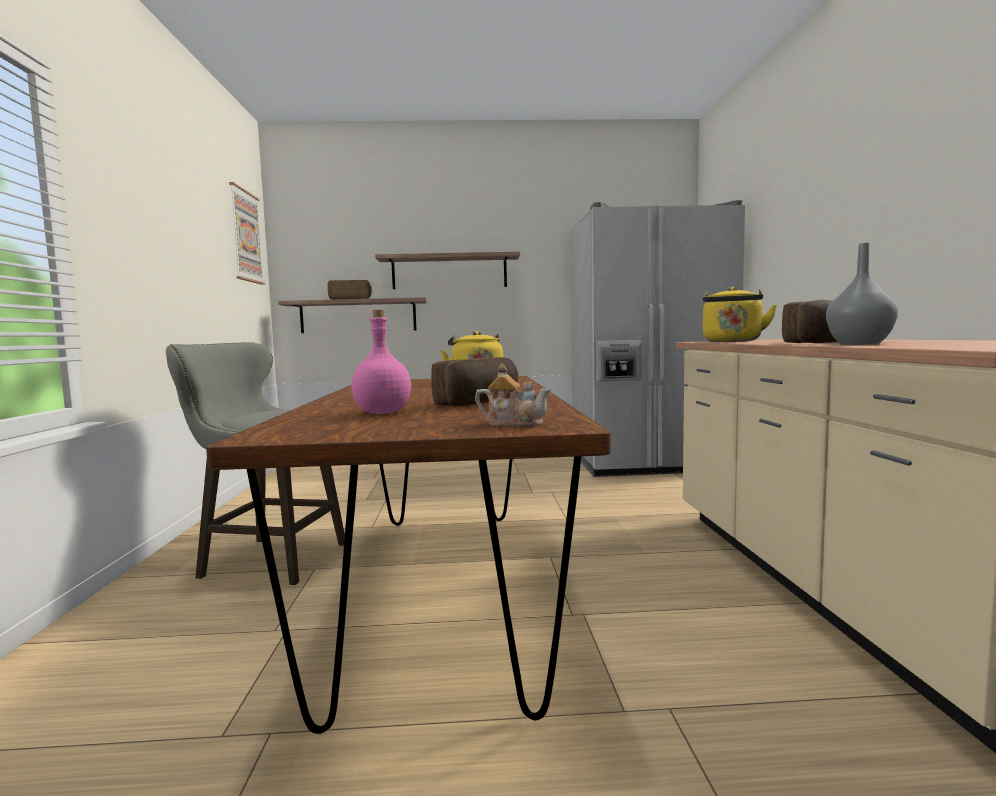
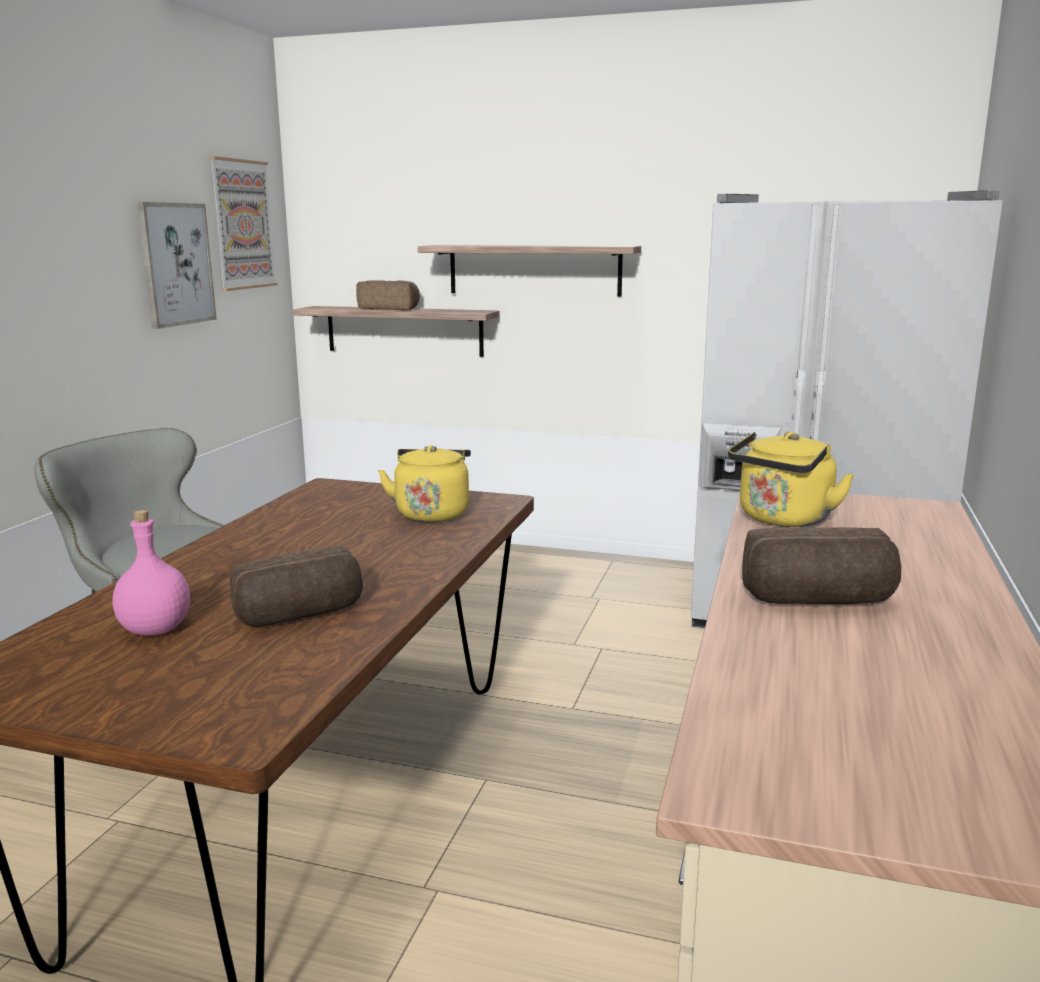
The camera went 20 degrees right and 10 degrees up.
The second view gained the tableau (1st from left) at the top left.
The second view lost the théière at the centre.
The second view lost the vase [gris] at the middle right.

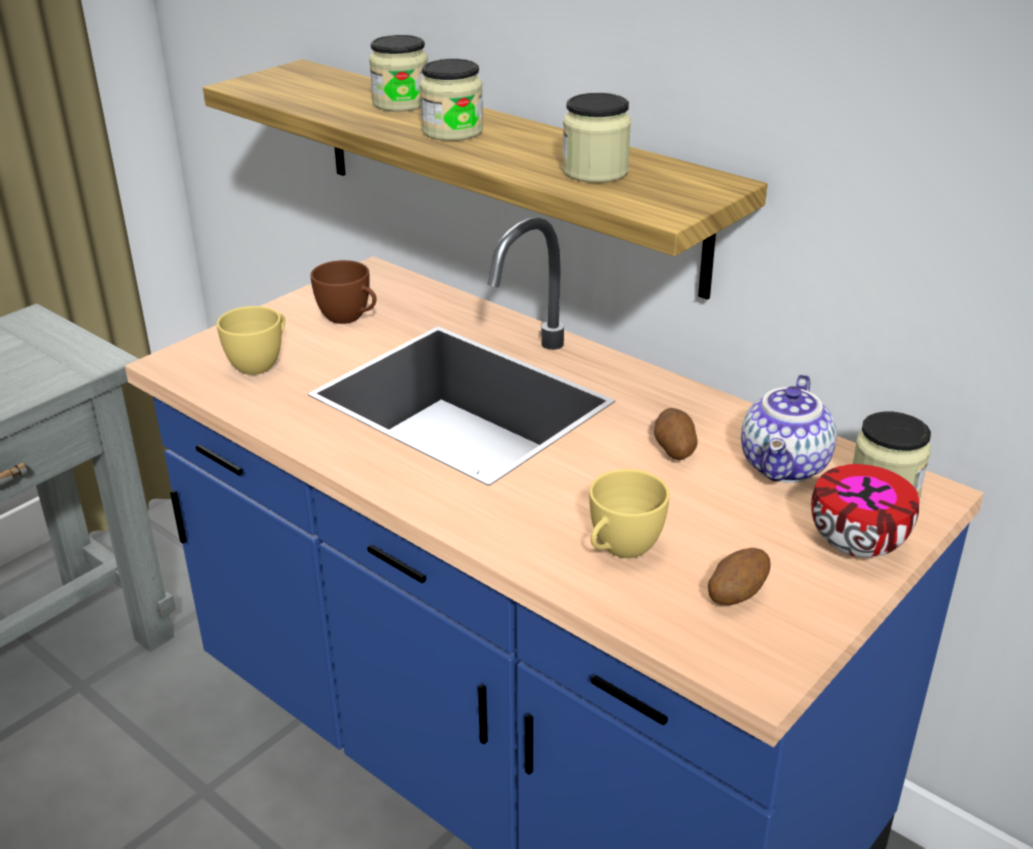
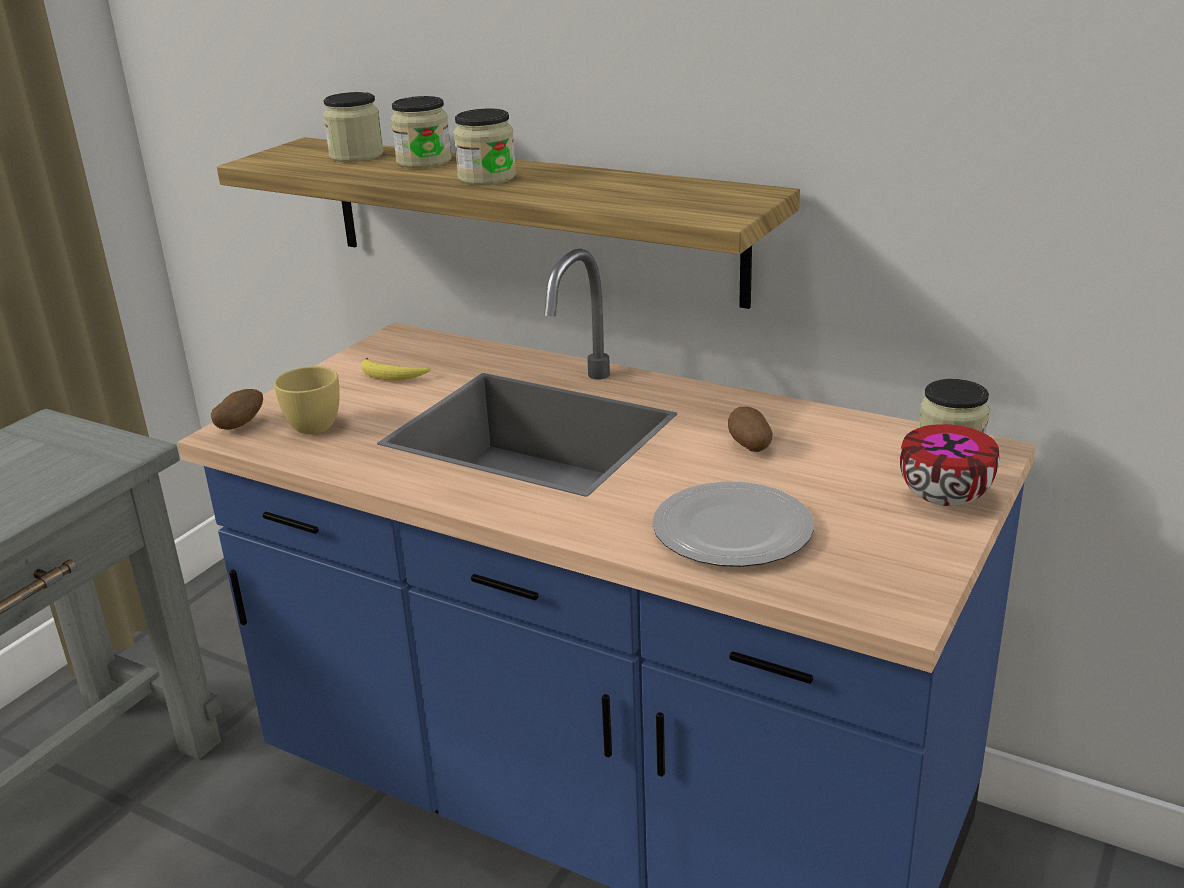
The camera went 10 degrees left and 5 degrees down.
The pomme de terre (2nd from left in the first image) ended up elsewhere, having gone from the bottom right to the middle left.
The bocal (3rd from left in the first image) ended up elsewhere, having gone from the top centre to the top left.
Where the tasse [marron] stood at the middle left, the banane came to stand at the centre.
Where the tasse [jaune] (2nd from left) stood at the centre, the assiette came to stand at the centre.
The second view lost the théière at the middle right.

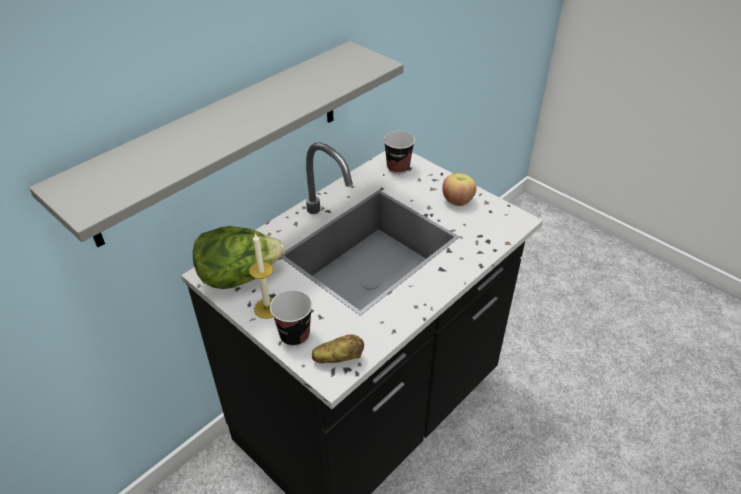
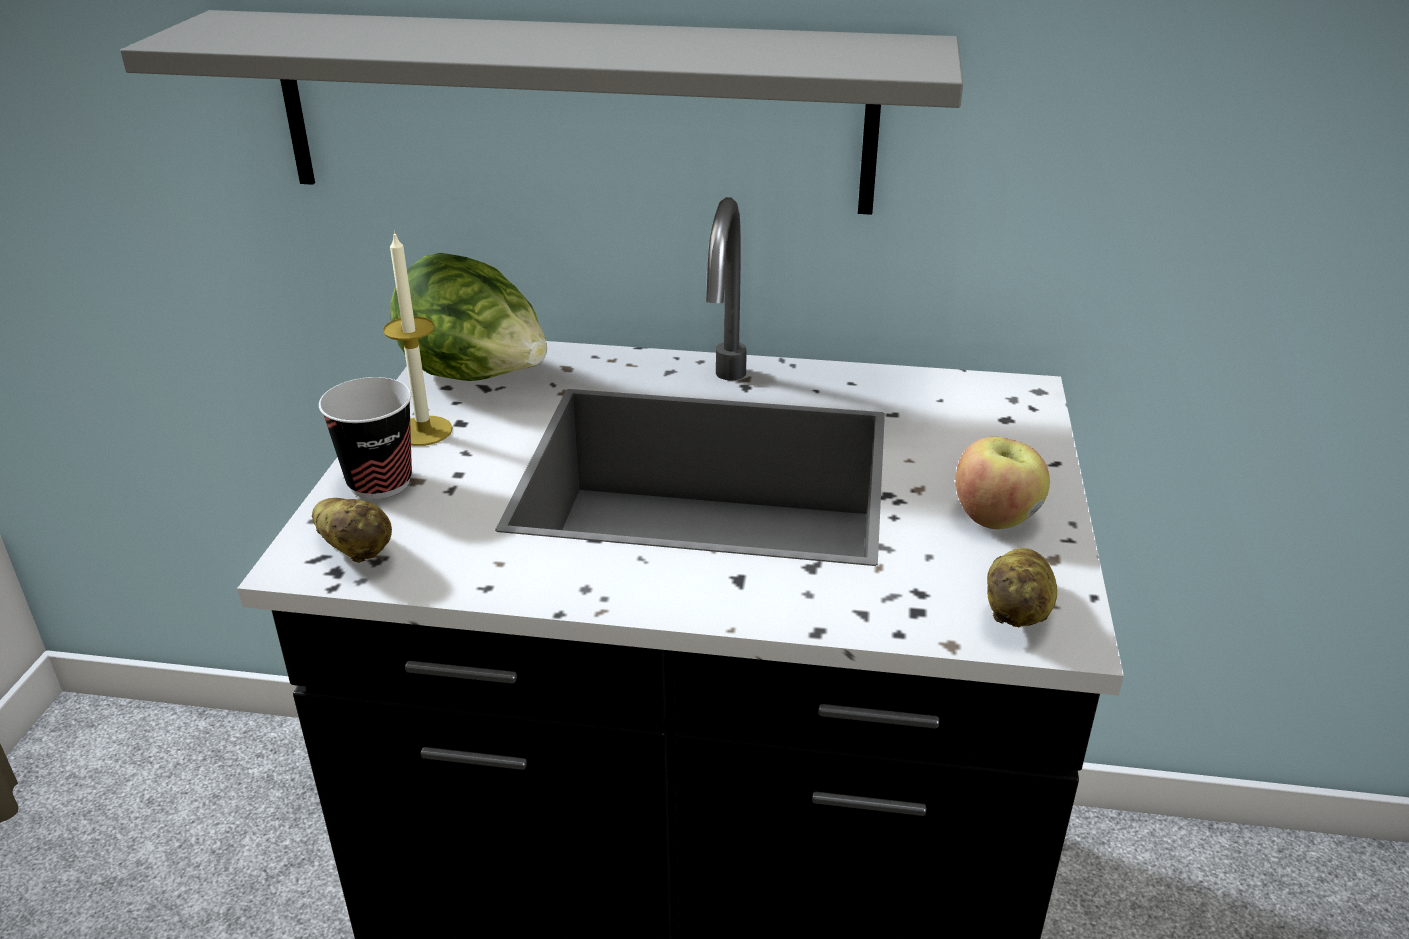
The camera went 55 degrees right and 10 degrees down.
The second view gained the pomme de terre (2nd from left) at the middle right.
The second view lost the tasse (2nd from left) at the top centre.

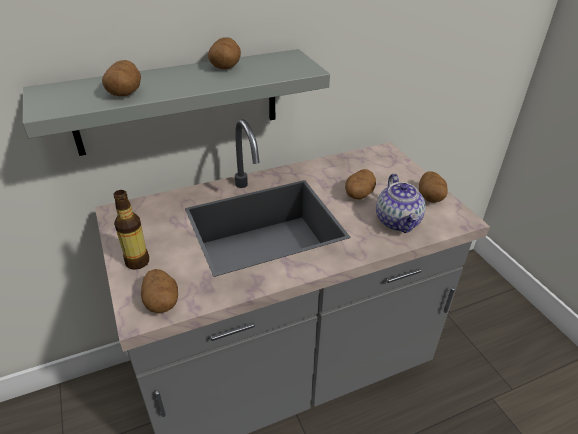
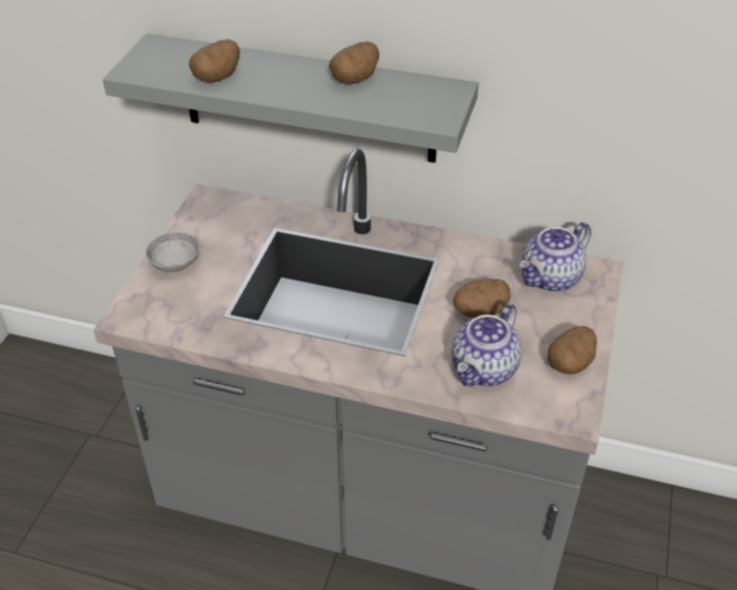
The camera went 40 degrees right and 5 degrees up.
Where the bouteille stood at the middle left, the bol [gris] came to stand at the middle left.
The second view gained the théière (2nd from left) at the middle right.
The second view lost the pomme de terre (2nd from left) at the bottom left.

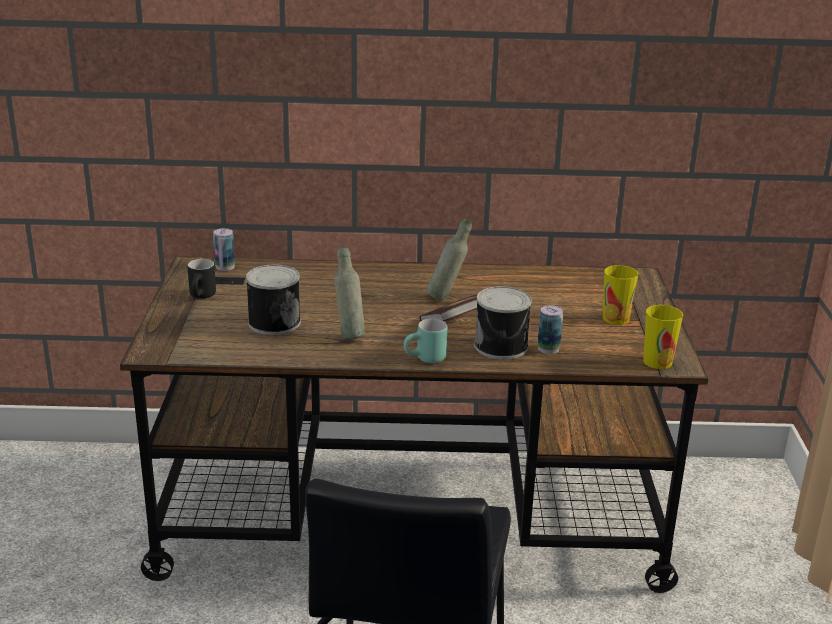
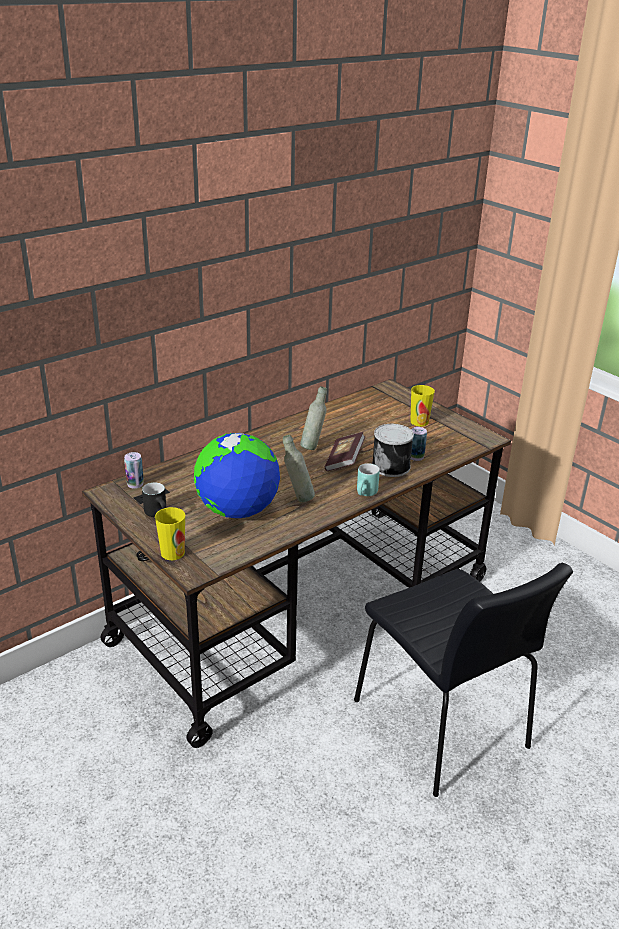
The camera went 40 degrees left and 5 degrees up.
The tasse (2nd from left in the first image) ended up elsewhere, having gone from the middle right to the middle left.
Where the boîte métallique (2nd from left) stood at the middle left, the globe came to stand at the centre.

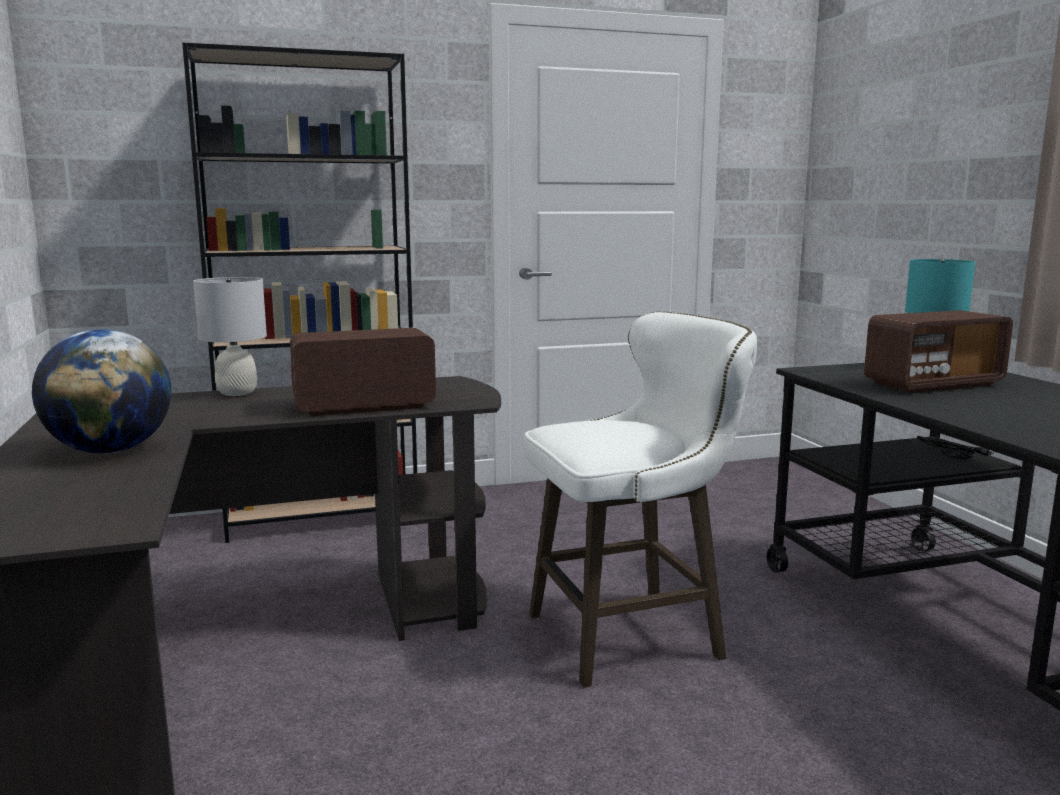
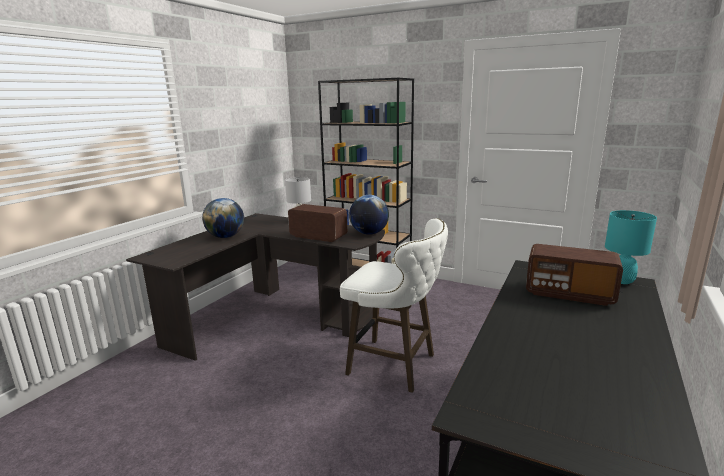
The camera went 45 degrees right and 5 degrees up.
The second view gained the globe (2nd from left) at the centre.

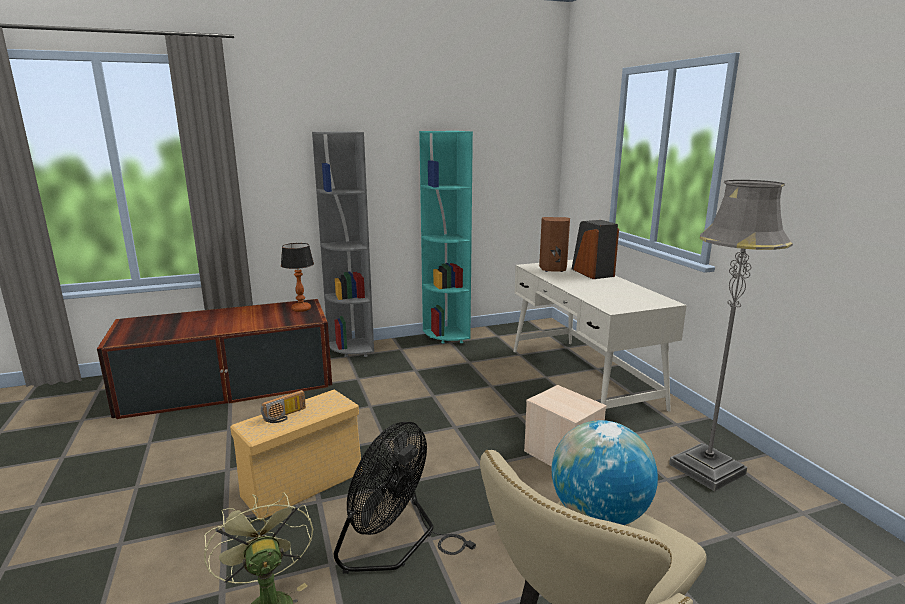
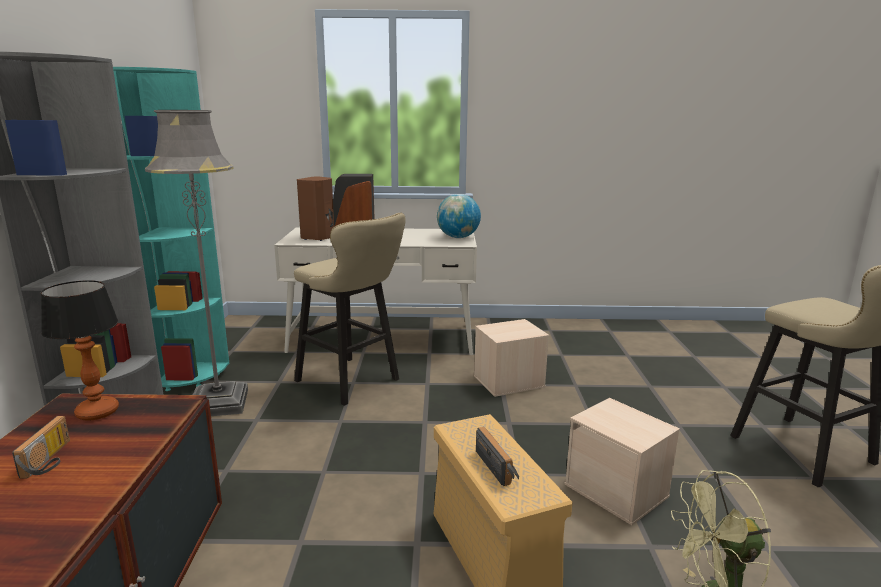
The camera went 70 degrees left and 0 degrees up.
The second view gained the radio (1st from left) at the bottom left.
The lampadaire [gris] ended up elsewhere, having gone from the middle right to the middle left.
The second view gained the tabouret [beige] (1st from left) at the centre.
The globe ended up elsewhere, having gone from the bottom right to the centre.
Where the ventilateur [noir] stood at the bottom centre, the boîte de rangement [beige] (3rd from left) came to stand at the bottom right.

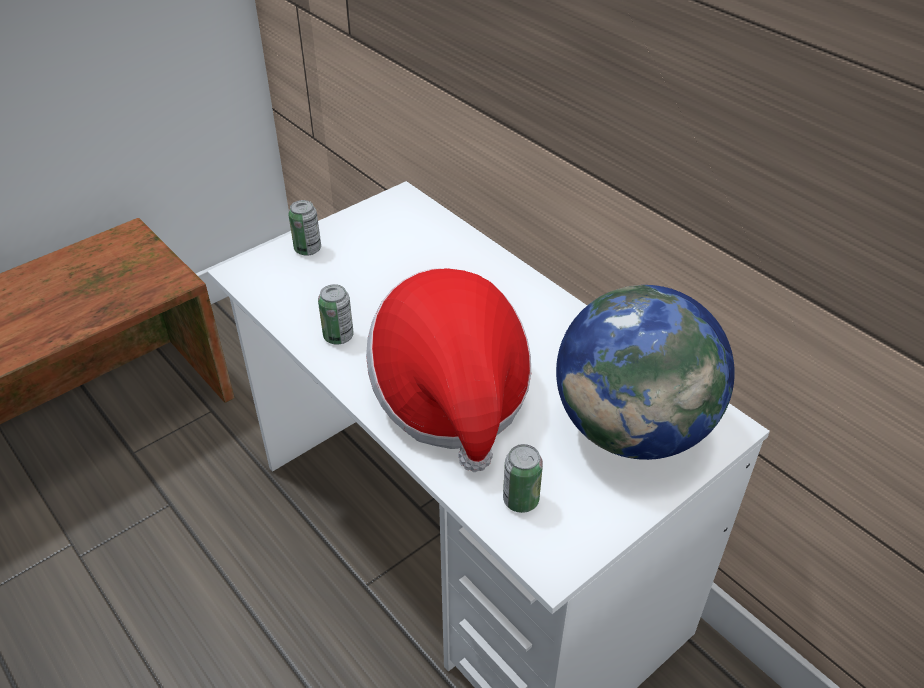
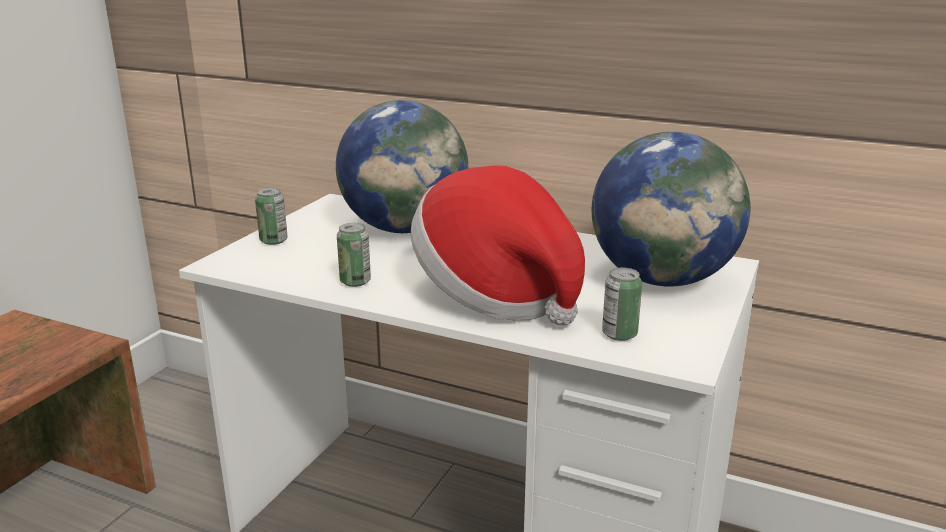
The camera went 25 degrees left and 20 degrees down.
The second view gained the globe (1st from left) at the top centre.

